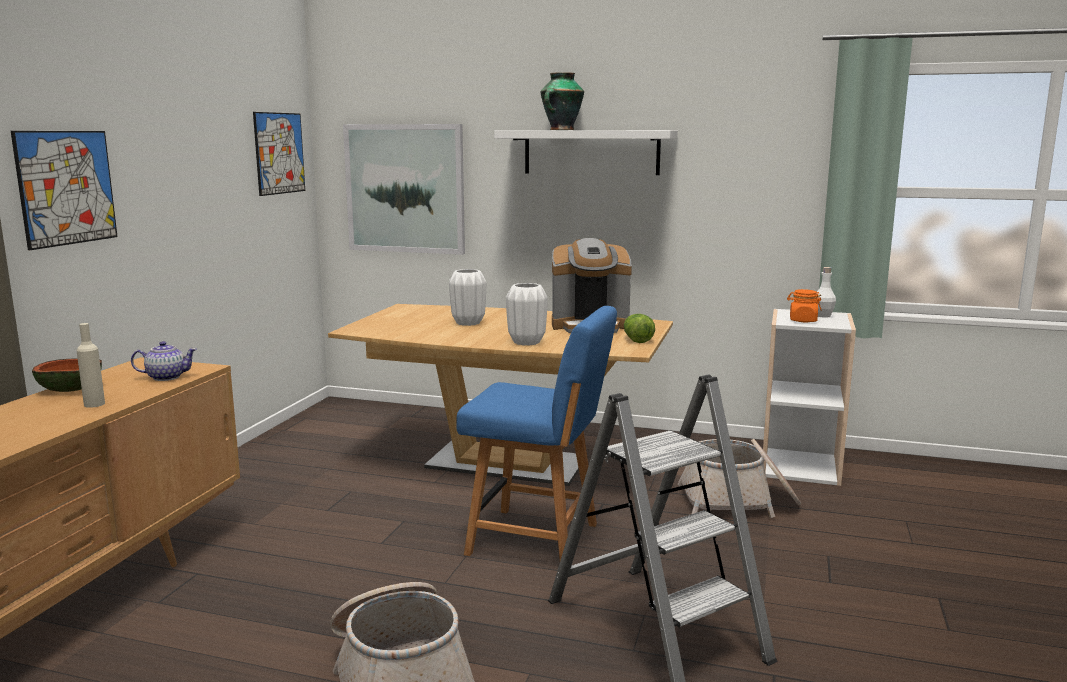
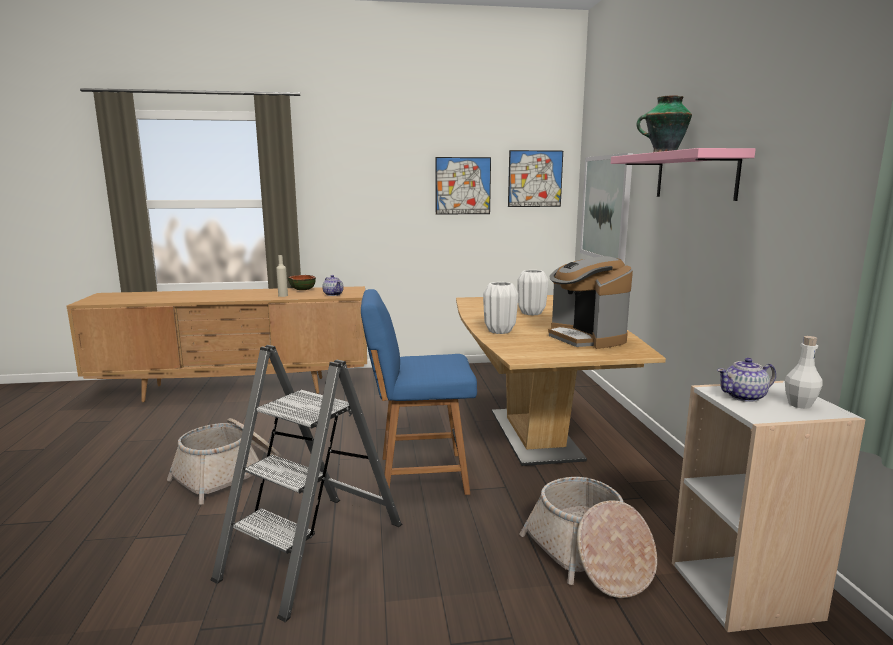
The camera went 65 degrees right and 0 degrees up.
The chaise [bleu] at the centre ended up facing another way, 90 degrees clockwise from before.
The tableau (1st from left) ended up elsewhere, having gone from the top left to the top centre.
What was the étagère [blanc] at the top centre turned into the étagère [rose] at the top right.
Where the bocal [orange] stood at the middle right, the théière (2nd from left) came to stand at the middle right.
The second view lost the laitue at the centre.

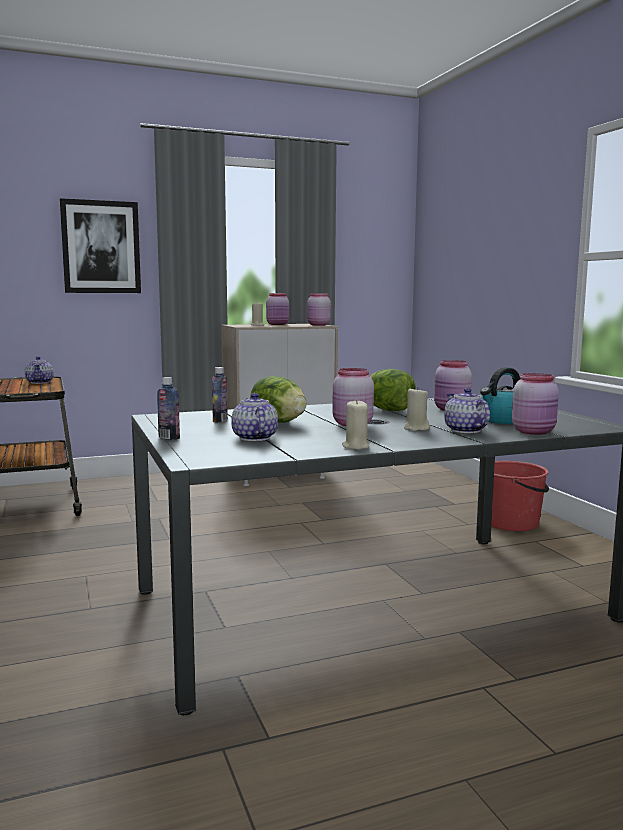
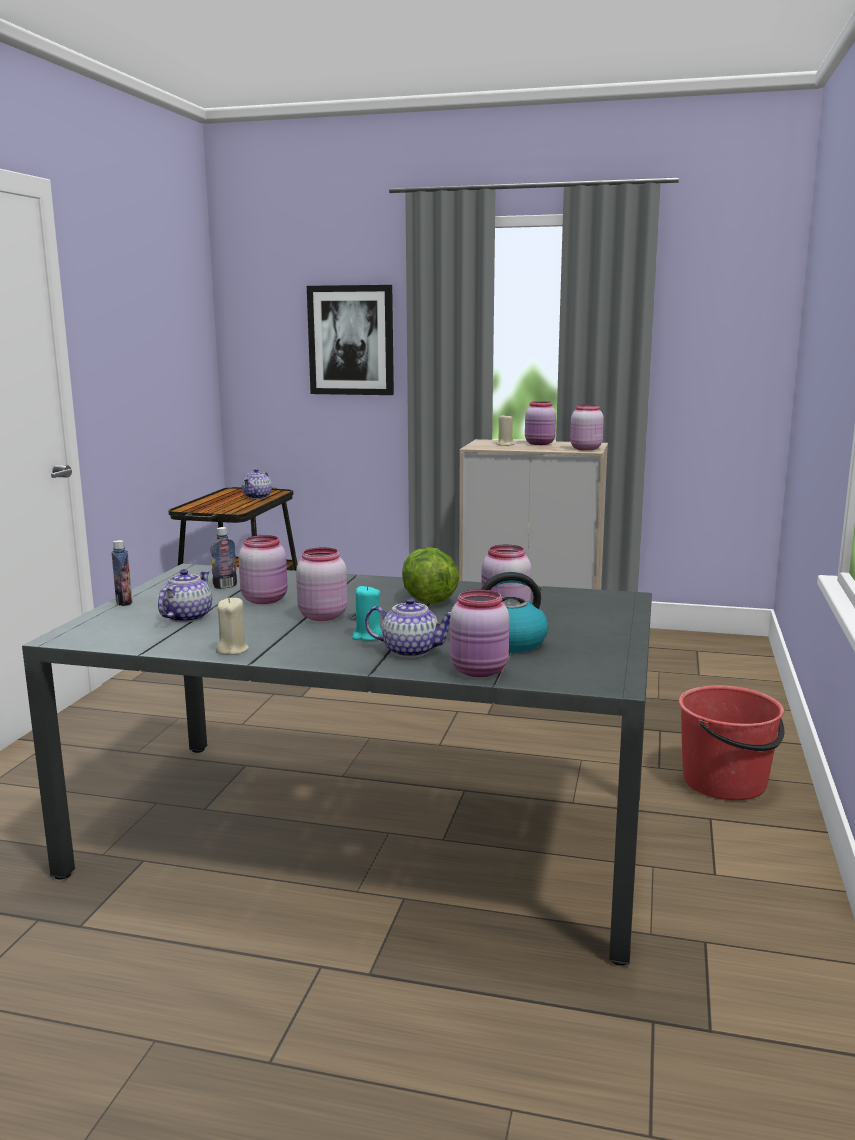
The camera went 35 degrees right and 5 degrees up.
Where the laitue (1st from left) stood at the centre, the bocal [rose] (1st from left) came to stand at the middle left.
What was the bougie [beige] (3rd from left) at the middle right turned into the bougie [turquoise] at the centre.
The théière (3rd from left) at the middle right ended up facing another way, 90 degrees clockwise from before.

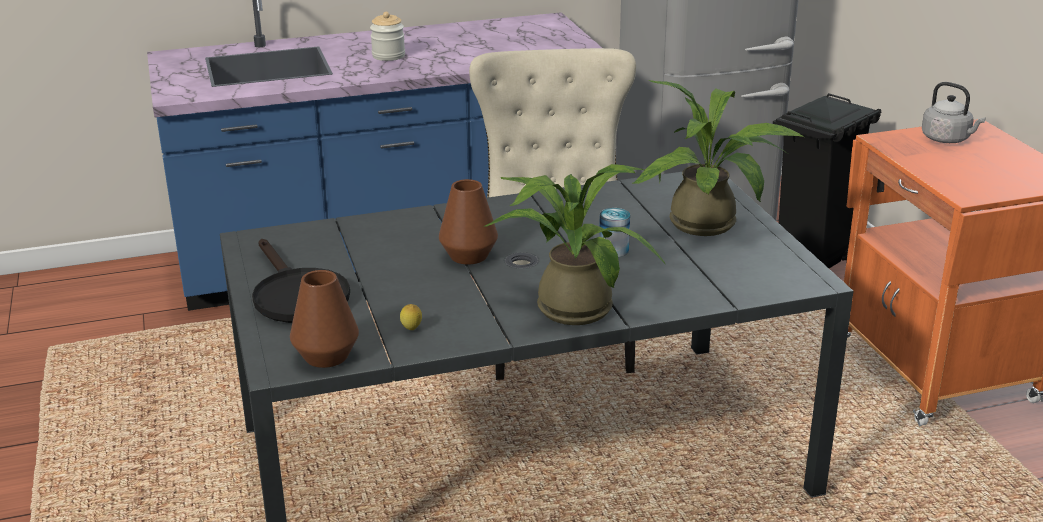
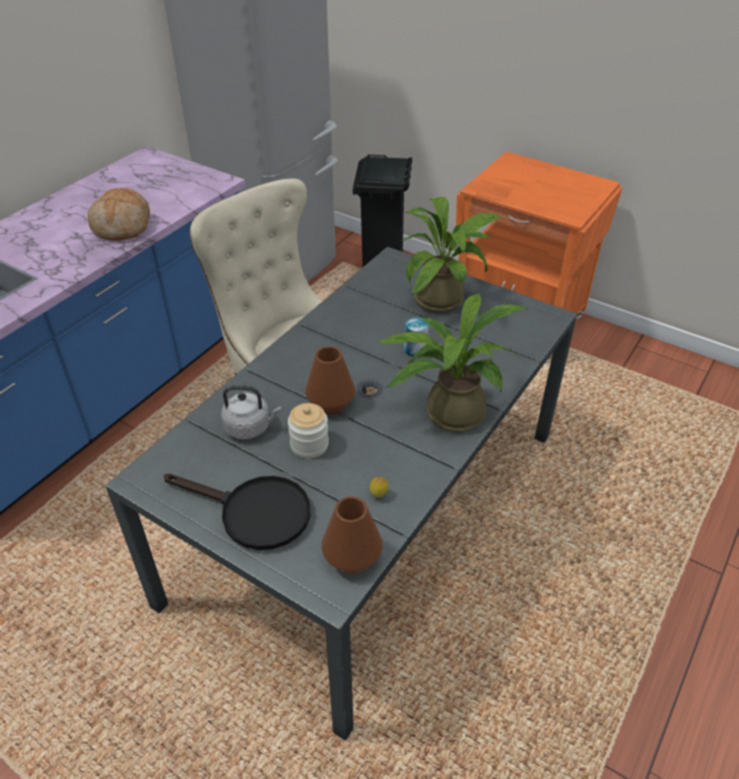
The camera went 40 degrees left and 15 degrees up.
The second view gained the pain at the top left.
The bouilloire [gris] ended up elsewhere, having gone from the top right to the centre.
The bocal ended up elsewhere, having gone from the top centre to the centre.

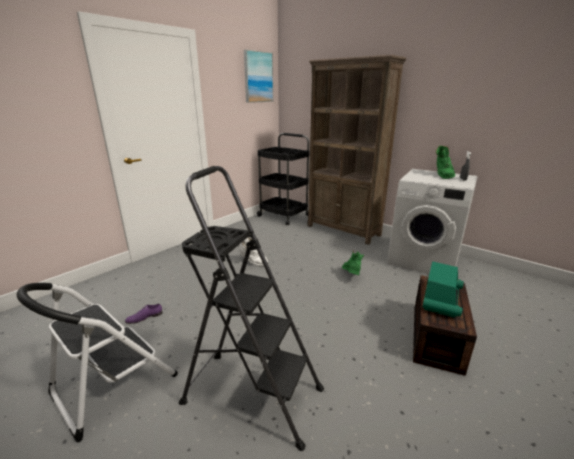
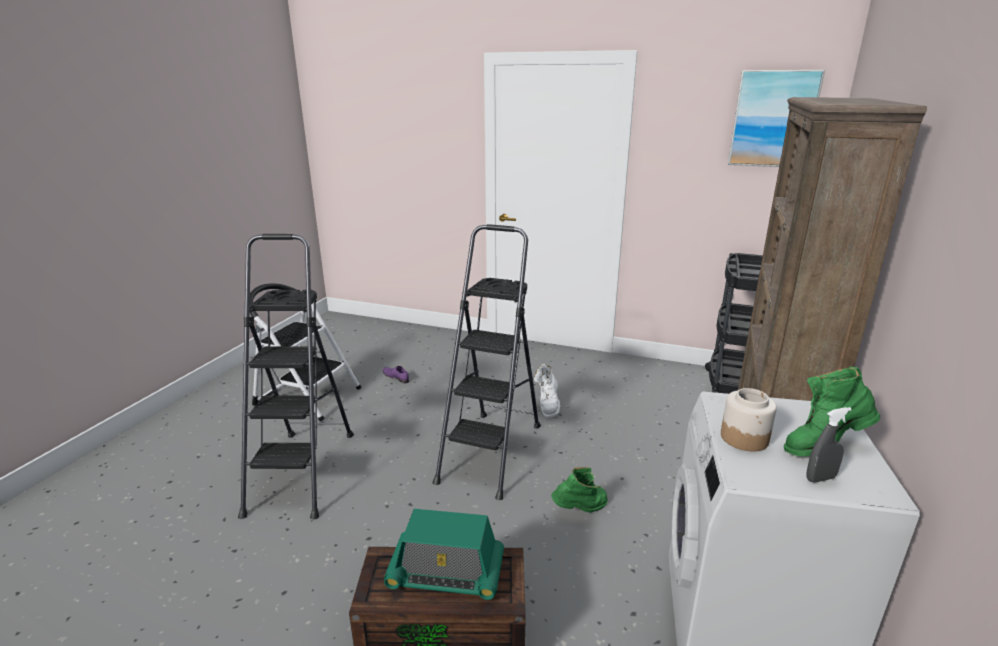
The camera went 70 degrees right and 0 degrees up.
The second view gained the escabeau (3rd from left) at the centre.
The second view gained the bocal at the middle right.

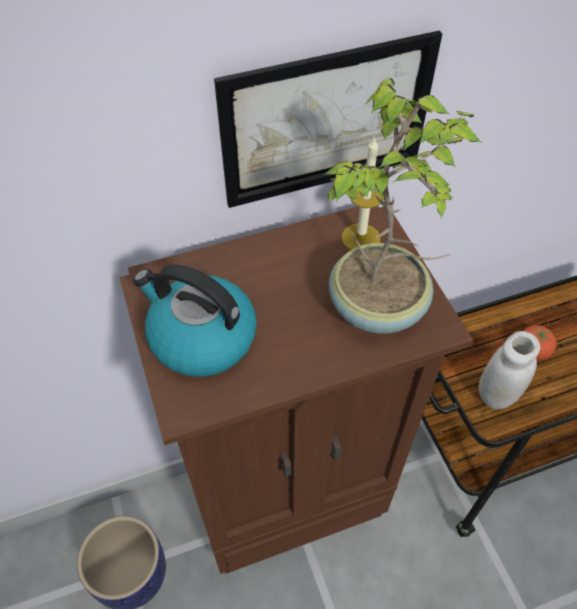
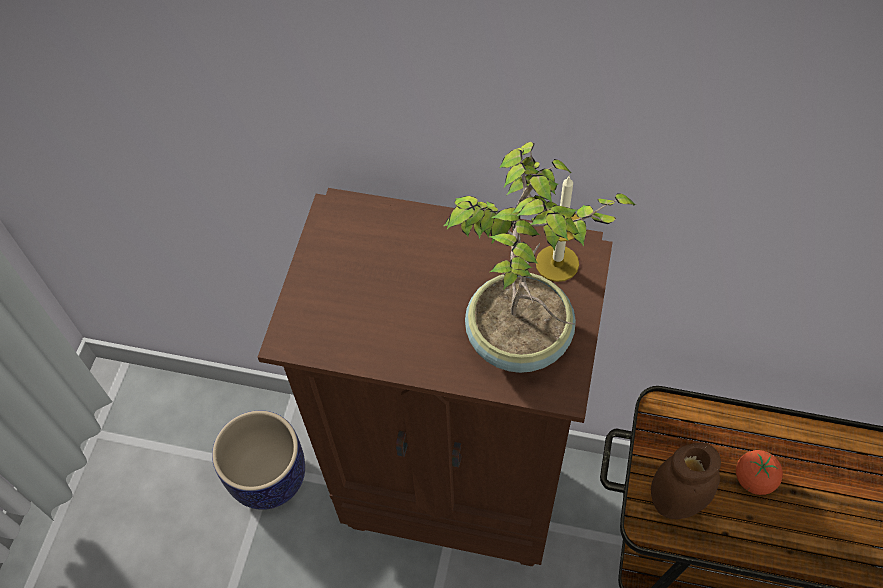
The camera went 35 degrees right and 5 degrees up.
What was the bocal [blanc] at the middle right turned into the bocal [marron] at the bottom right.
The second view lost the bouilloire at the centre.
The second view lost the tableau at the top centre.

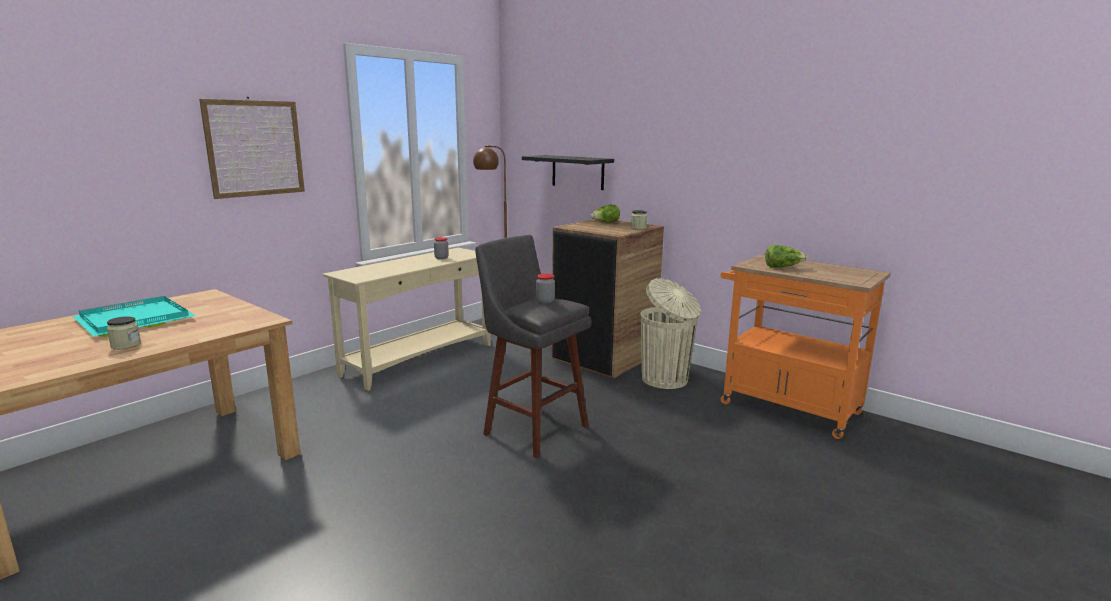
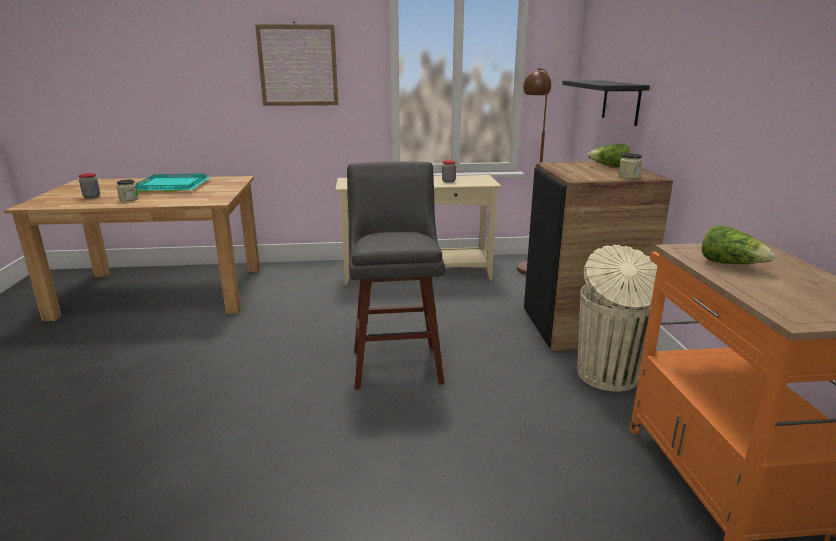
The camera went 45 degrees right and 5 degrees up.
The bocal (3rd from left in the first image) ended up elsewhere, having gone from the centre to the middle left.

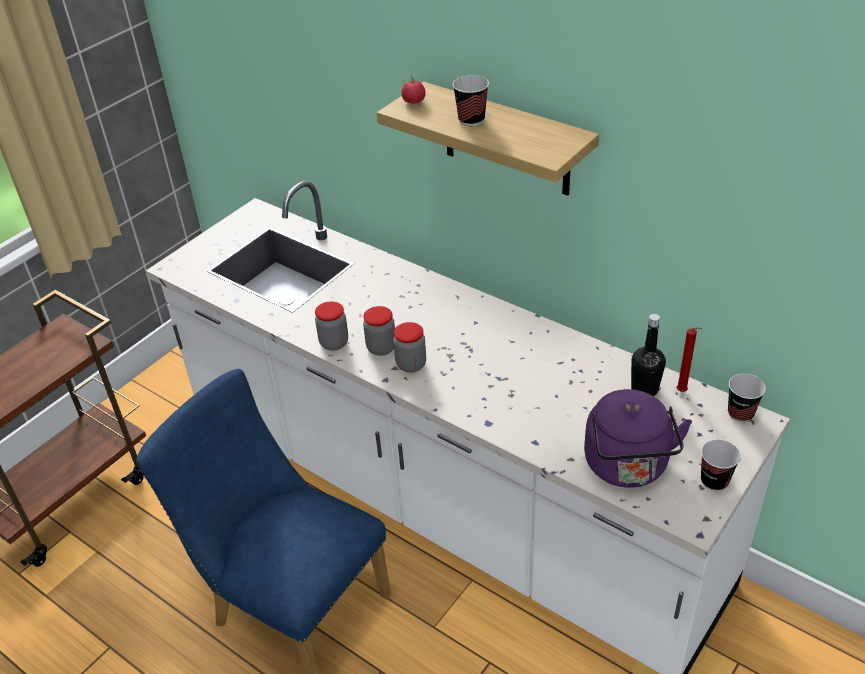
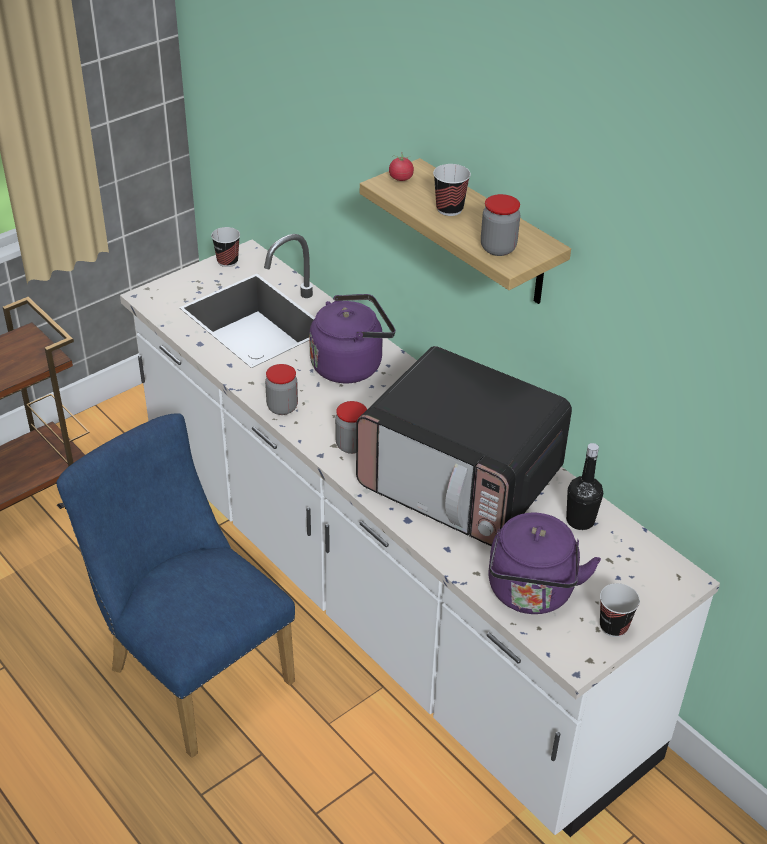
The camera went 10 degrees right and 0 degrees up.
The tasse (3rd from left in the first image) ended up elsewhere, having gone from the middle right to the top left.
The second view gained the bouilloire [violet] (1st from left) at the centre.
The second view gained the micro-ondes at the centre.
The bocal (2nd from left in the first image) ended up elsewhere, having gone from the centre to the top centre.
The second view lost the bougie [rouge] at the middle right.

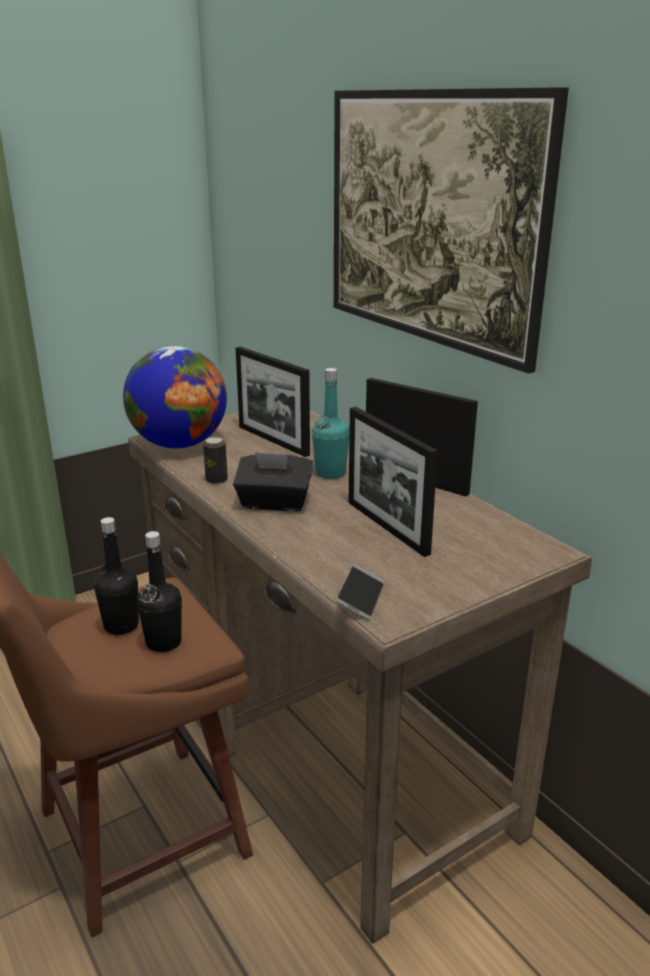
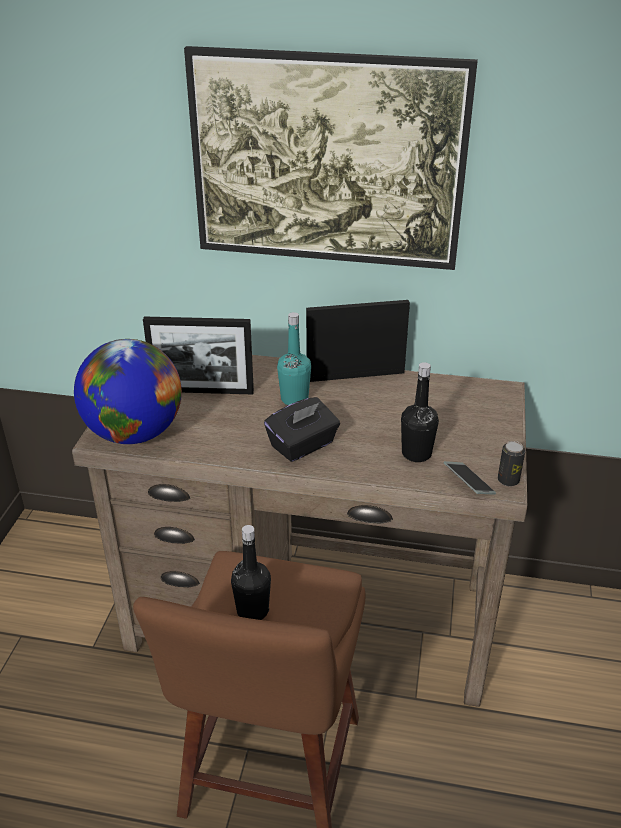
The camera went 45 degrees left and 10 degrees up.
The bouteille [noir] (2nd from left) ended up elsewhere, having gone from the middle left to the middle right.
The boîte métallique ended up elsewhere, having gone from the middle left to the middle right.
The second view lost the cadre photo (2nd from left) at the centre.

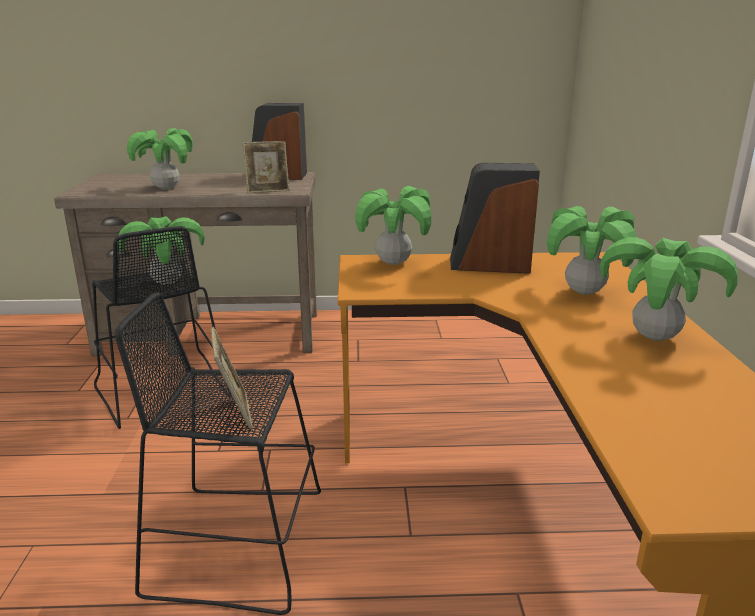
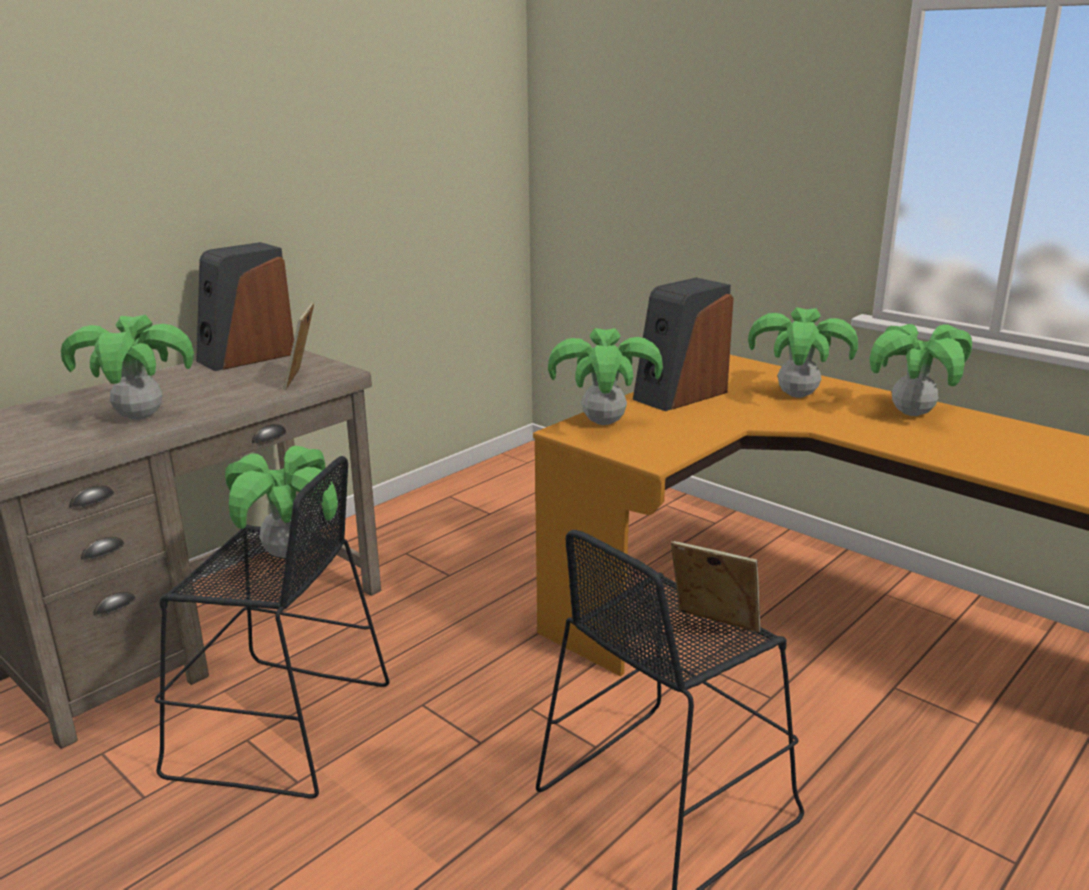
The camera went 45 degrees left and 0 degrees up.
The cadre photo (2nd from left in the first image) at the top centre ended up facing another way, 150 degrees clockwise from before.

